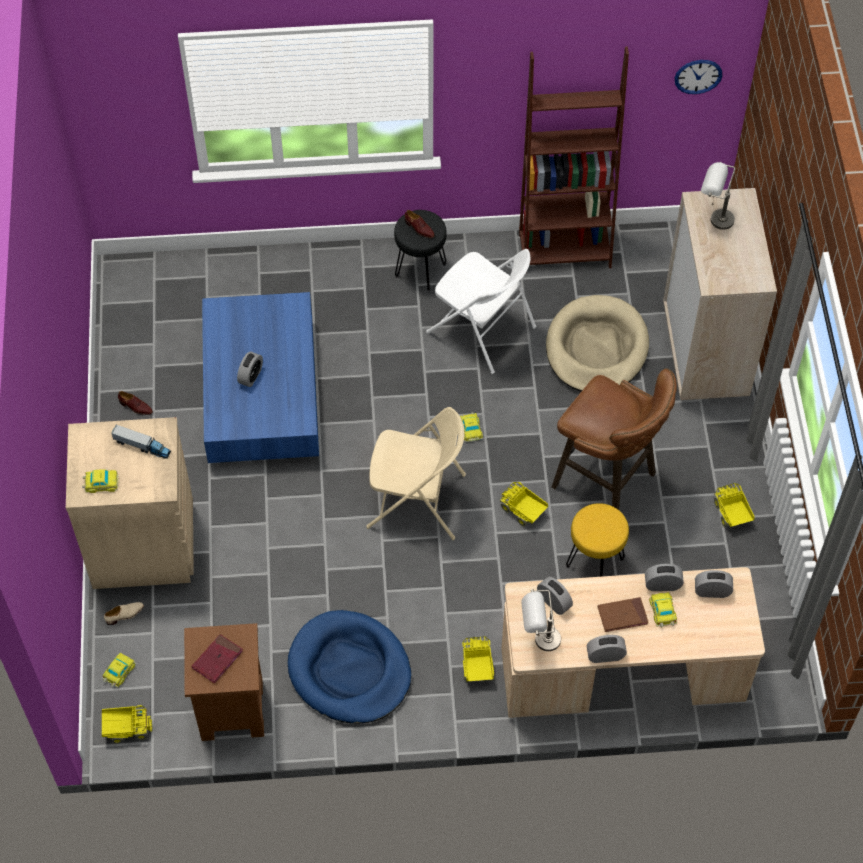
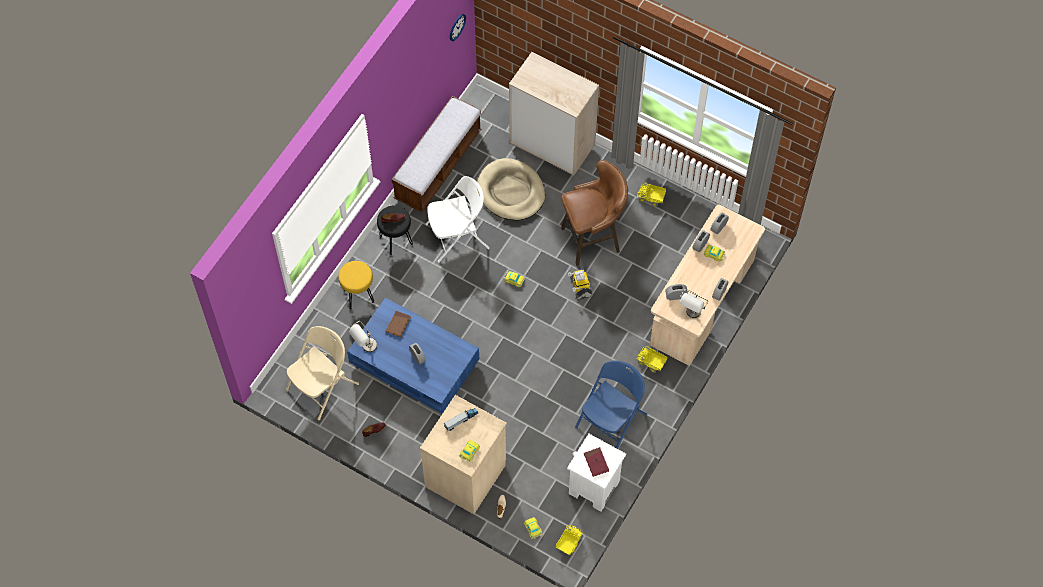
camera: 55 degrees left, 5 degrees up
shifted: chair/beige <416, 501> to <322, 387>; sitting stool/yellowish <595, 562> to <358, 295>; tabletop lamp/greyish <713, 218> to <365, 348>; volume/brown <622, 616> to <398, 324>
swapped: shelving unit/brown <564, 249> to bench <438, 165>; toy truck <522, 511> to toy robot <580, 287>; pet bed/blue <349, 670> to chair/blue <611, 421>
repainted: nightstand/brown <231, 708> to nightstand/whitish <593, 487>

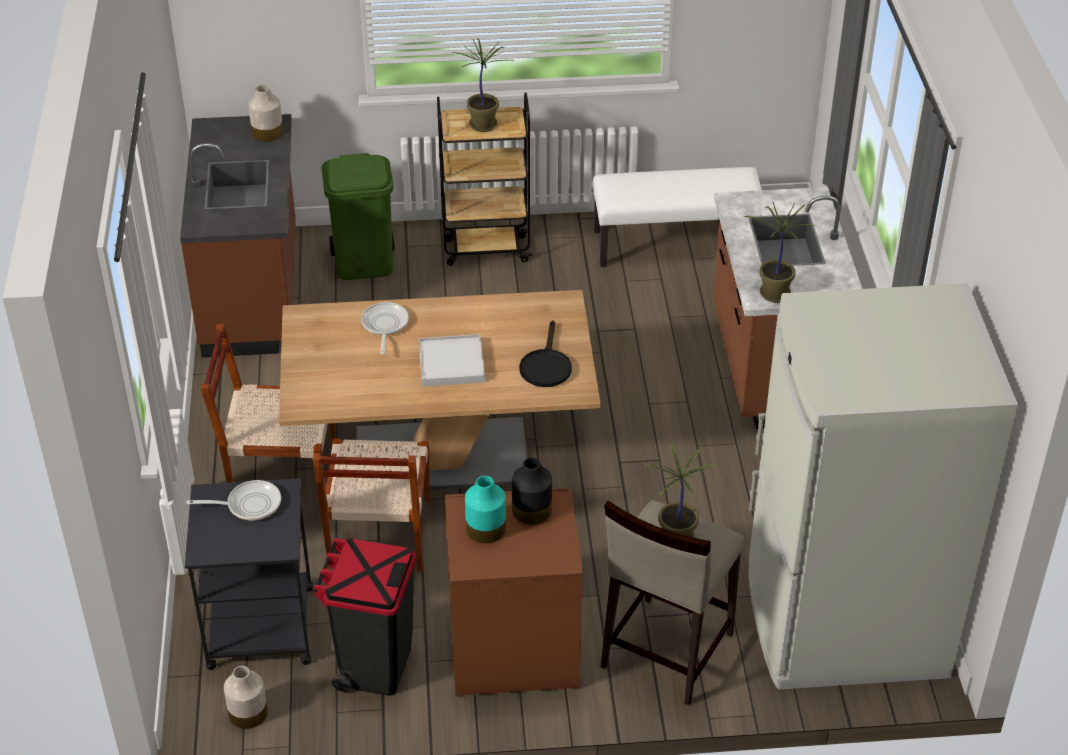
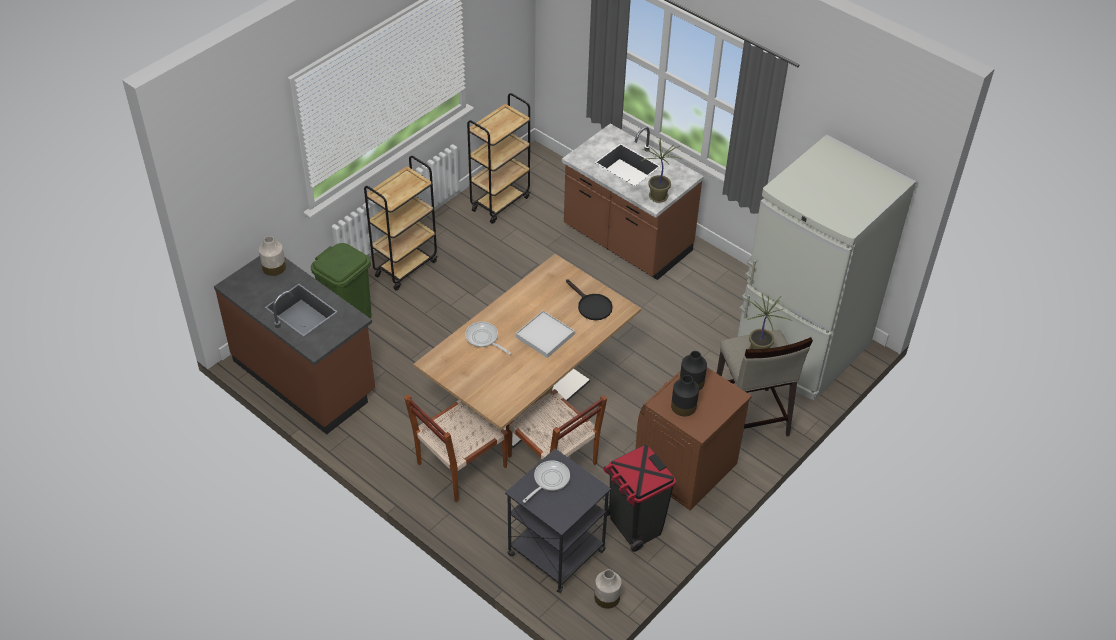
camera: 45 degrees left, 5 degrees up
gone: houseplant <483, 124>
swapped: bench/whitish <676, 244> to trolley/brown <500, 203>
repainted: flower vase/turquoise <485, 528> to flower vase/black <683, 406>

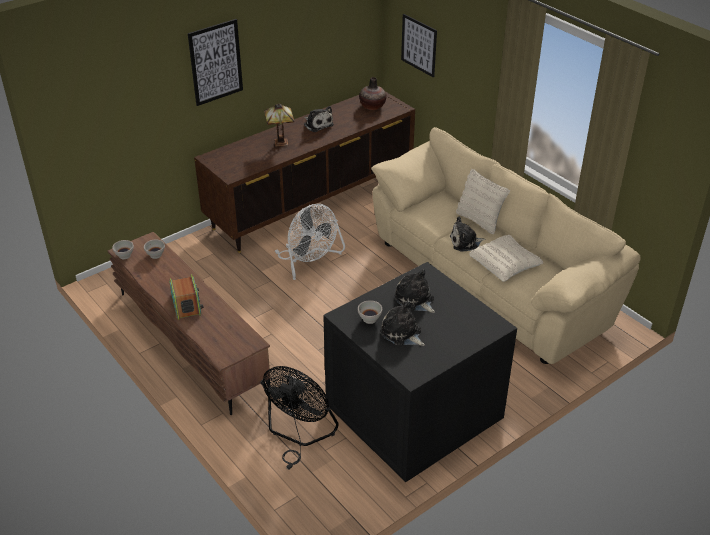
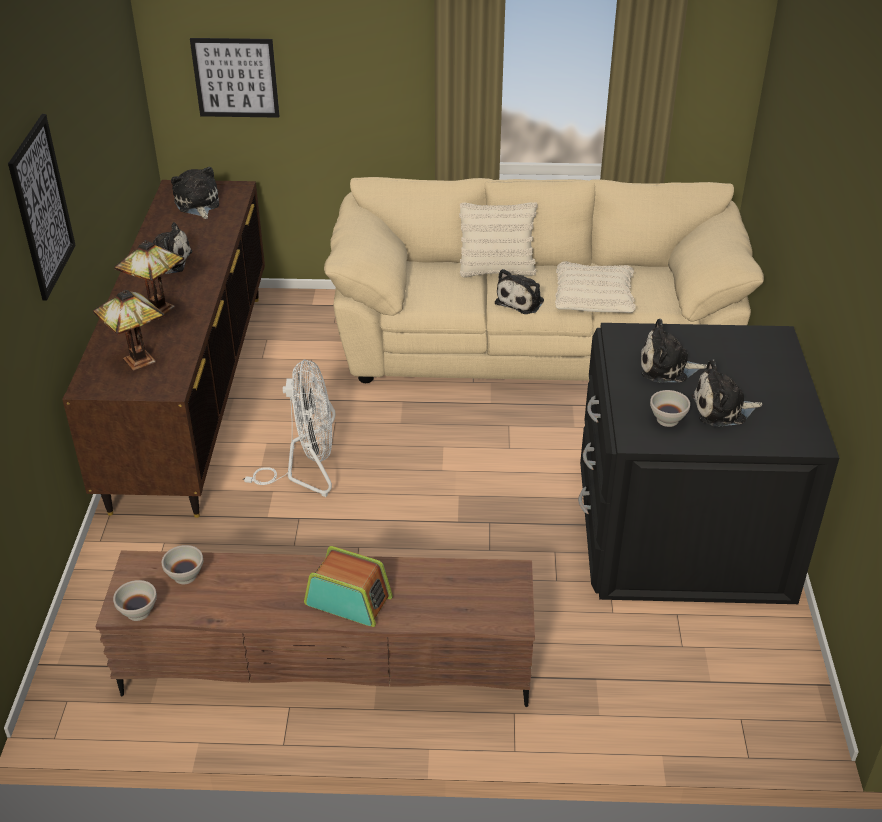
camera: 50 degrees left, 0 degrees up
gone: fan/black <295, 433>
new: tabletop lamp <137, 362>
swapped: flower vase <372, 106> to soft toy <197, 204>

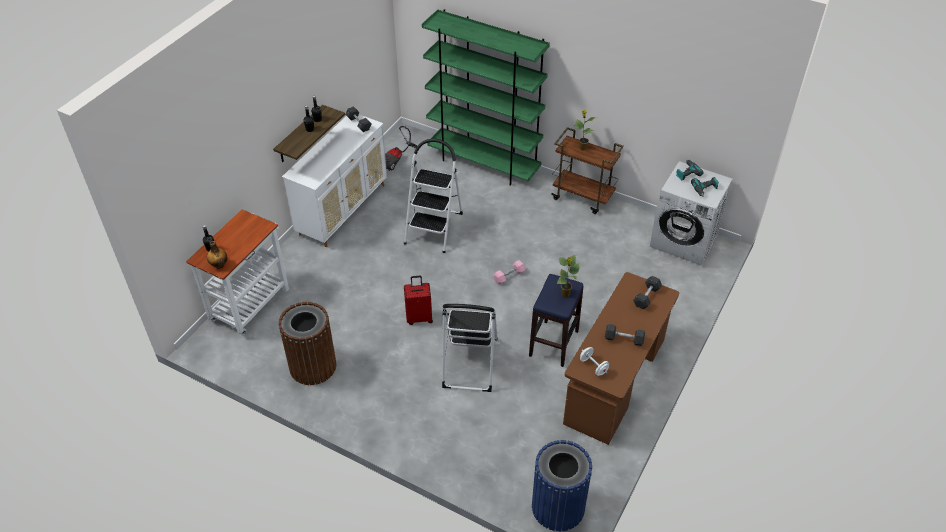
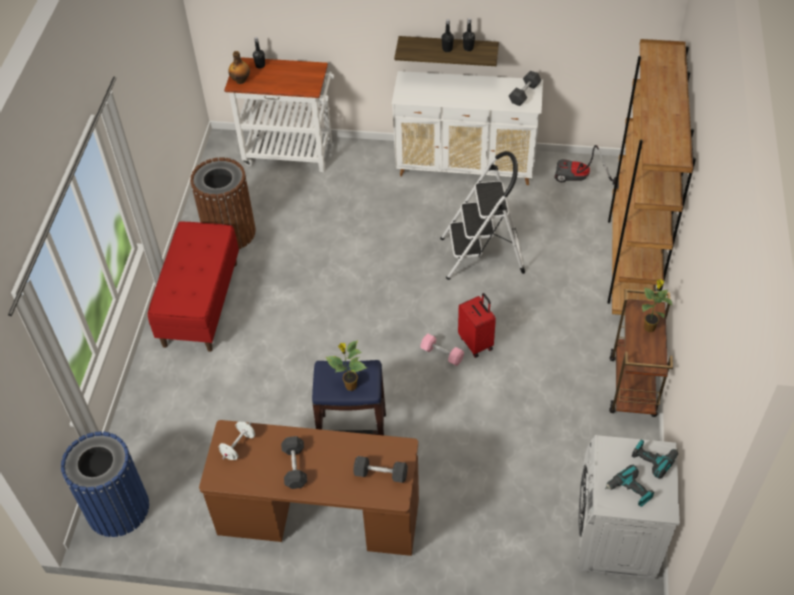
camera: 70 degrees right, 5 degrees up
gone: step stool <469, 364>
new: bench/reddish <200, 303>
shifted: travel case/reddish <419, 317> to <476, 343>
repainted: shelving unit/green-coloured <484, 164> to shelving unit/brown <630, 263>

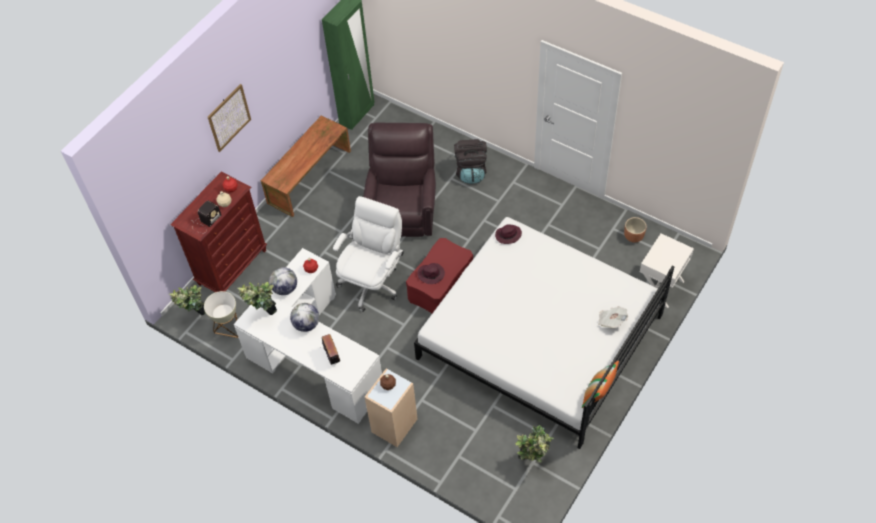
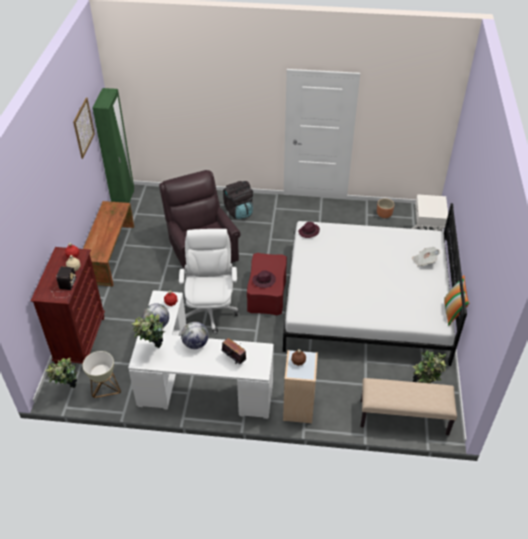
camera: 30 degrees left, 10 degrees down
new: bench/beige <403, 417>
shifted: wall art <229, 117> to <83, 127>

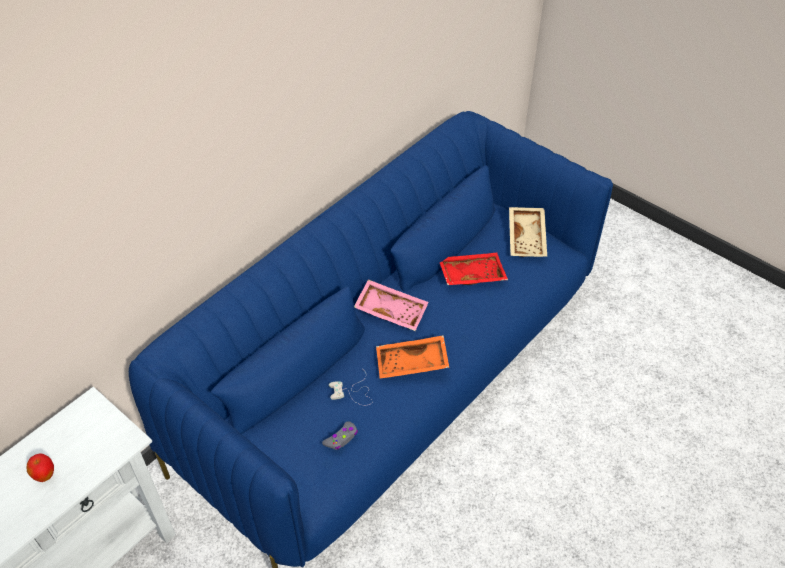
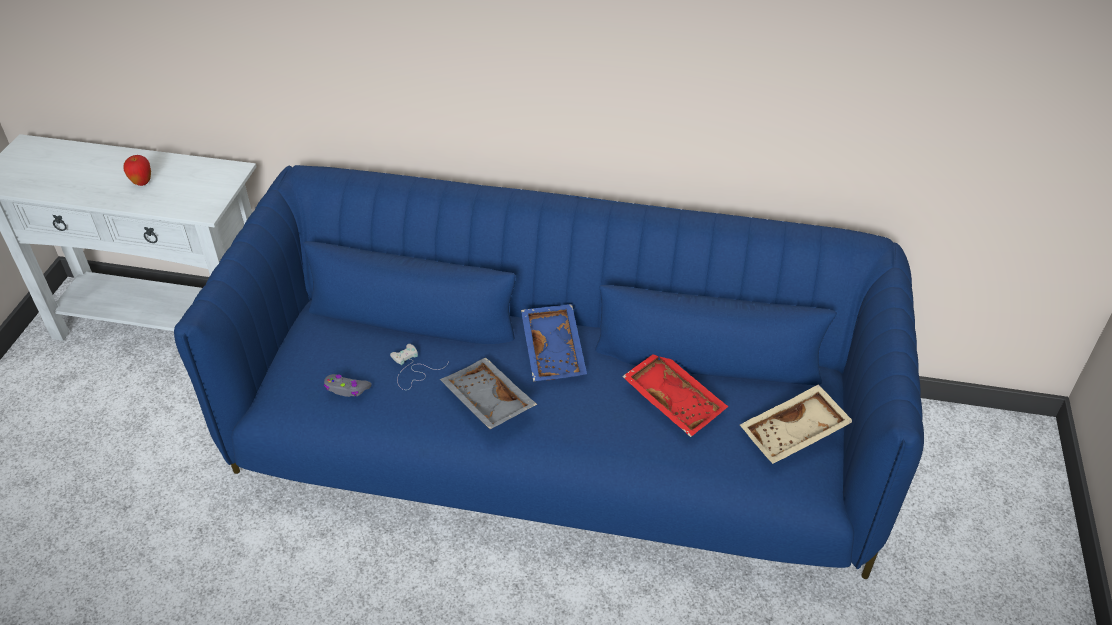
camera: 60 degrees right, 5 degrees down
repainted: serving tray/orange-coloured <412, 364> to serving tray/greyish <486, 402>; serving tray/pink-coloured <391, 310> to serving tray/blue <555, 351>

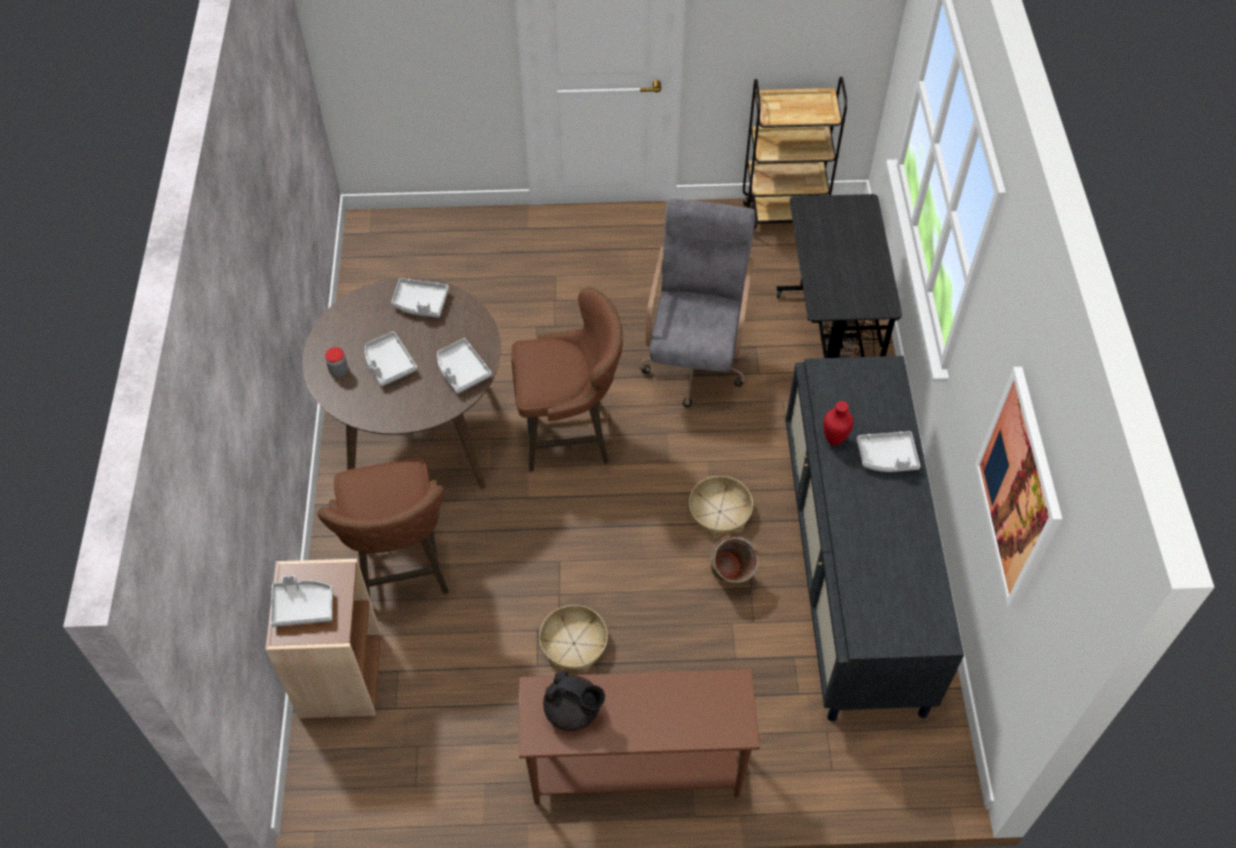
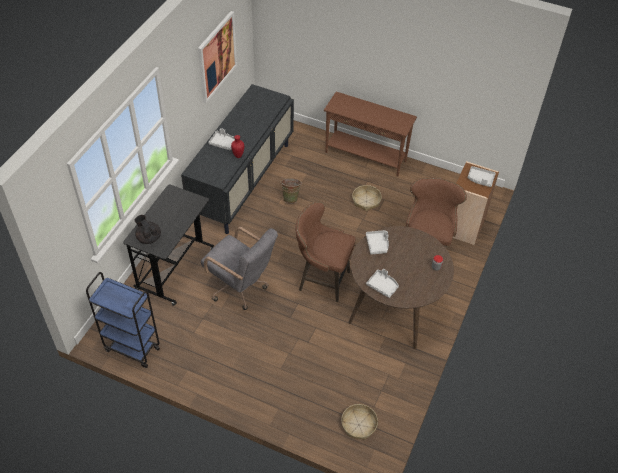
camera: 155 degrees left, 5 degrees down
gone: serving tray/greyish <389, 364>
shifted: tea pot/black <573, 711> to <148, 237>; household basket <719, 511> to <359, 425>
repainted: trolley/brown <783, 215> to trolley/blue <131, 350>
rotated: desk chair/greyish <694, 361> = <241, 289> 90 degrees counterclockwise

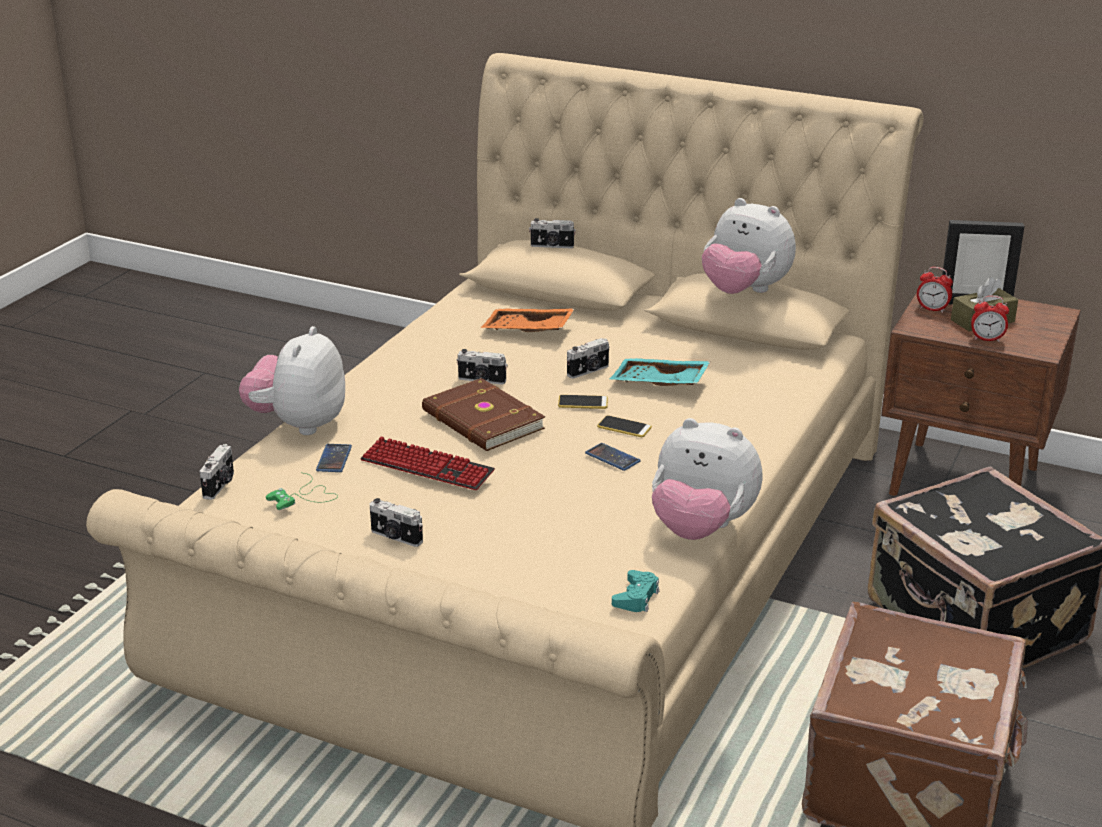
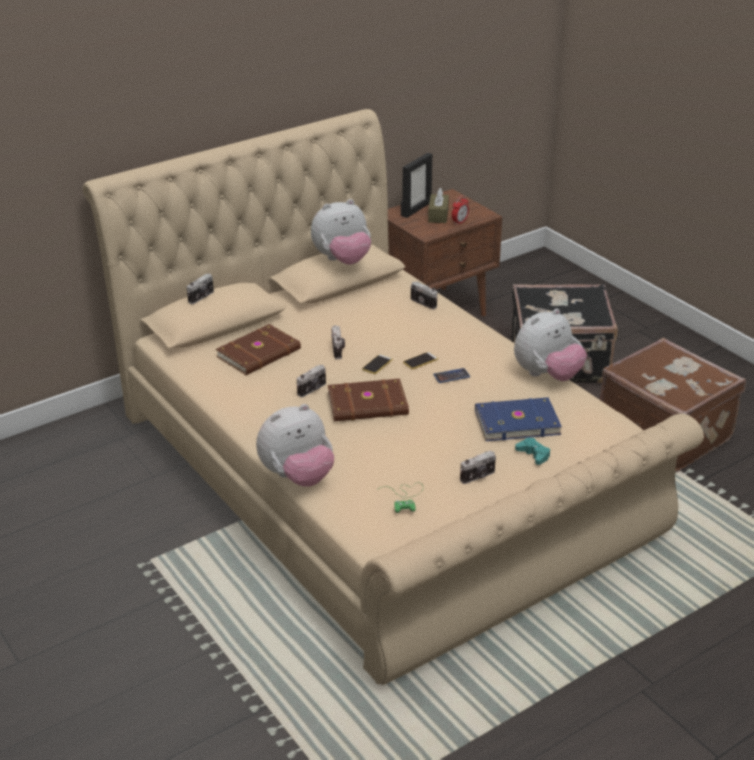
camera: 60 degrees left, 5 degrees up
gone: handset <334, 459>; computer keyboard <427, 467>; serving tray/turquoise <659, 383>; bedside clock <932, 309>
new: volume/blue <516, 421>
shifted: photo camera <220, 485> to <424, 302>; joypad/turquoise <636, 597> to <533, 454>
swapped: serving tray/orange-coloured <527, 331> to volume/brown <260, 353>
rotated: soft toy <298, 424> = <297, 477> 75 degrees counterclockwise

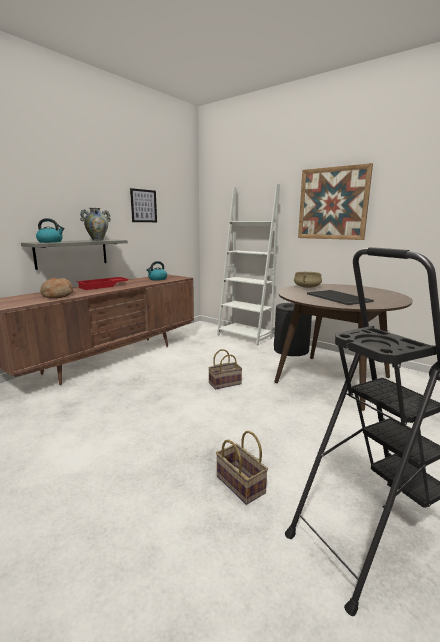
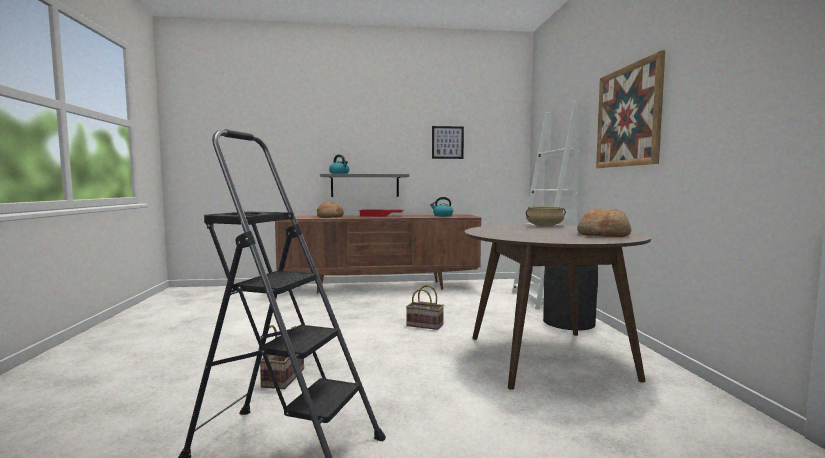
camera: 45 degrees right, 10 degrees down
gone: flower vase <97, 240>; serving tray <339, 297>
new: bakery bread <604, 235>

